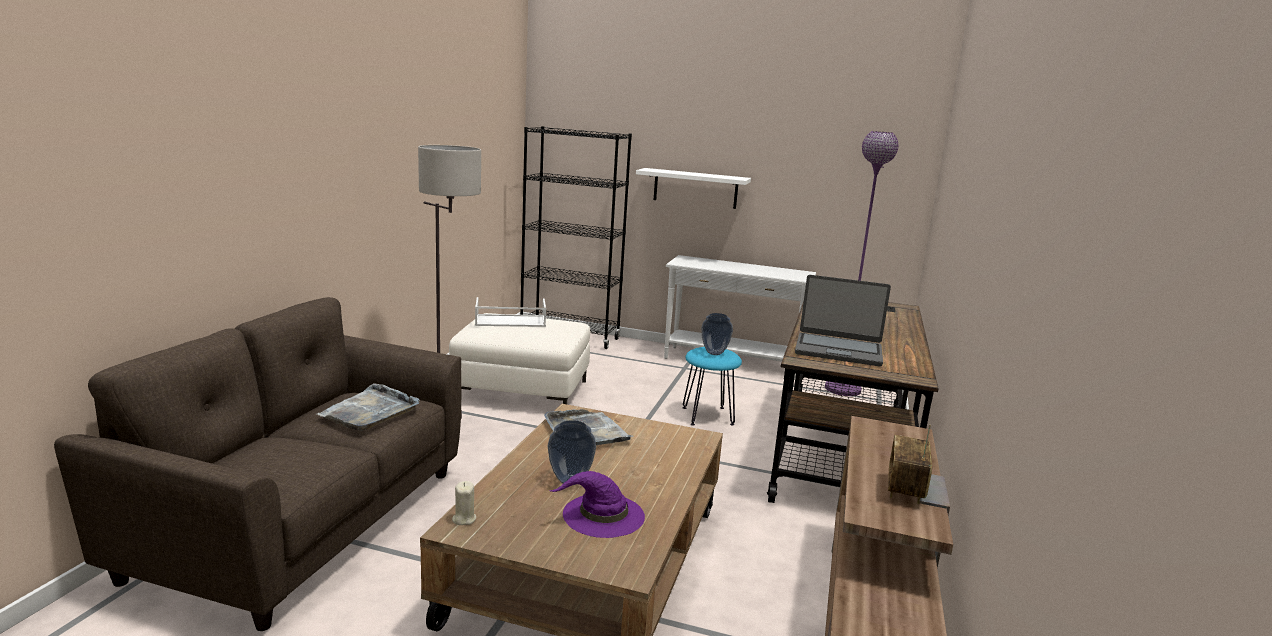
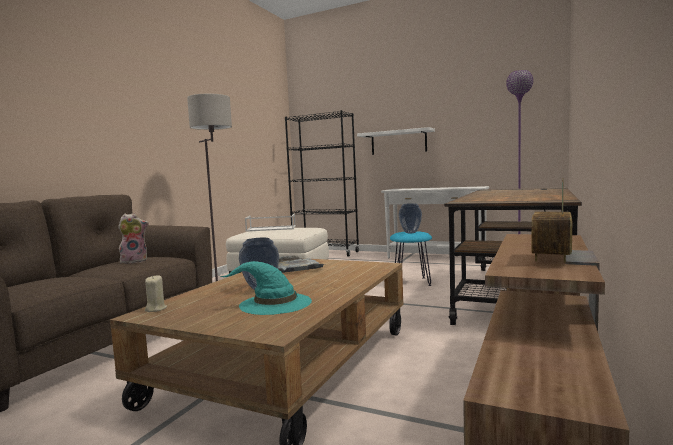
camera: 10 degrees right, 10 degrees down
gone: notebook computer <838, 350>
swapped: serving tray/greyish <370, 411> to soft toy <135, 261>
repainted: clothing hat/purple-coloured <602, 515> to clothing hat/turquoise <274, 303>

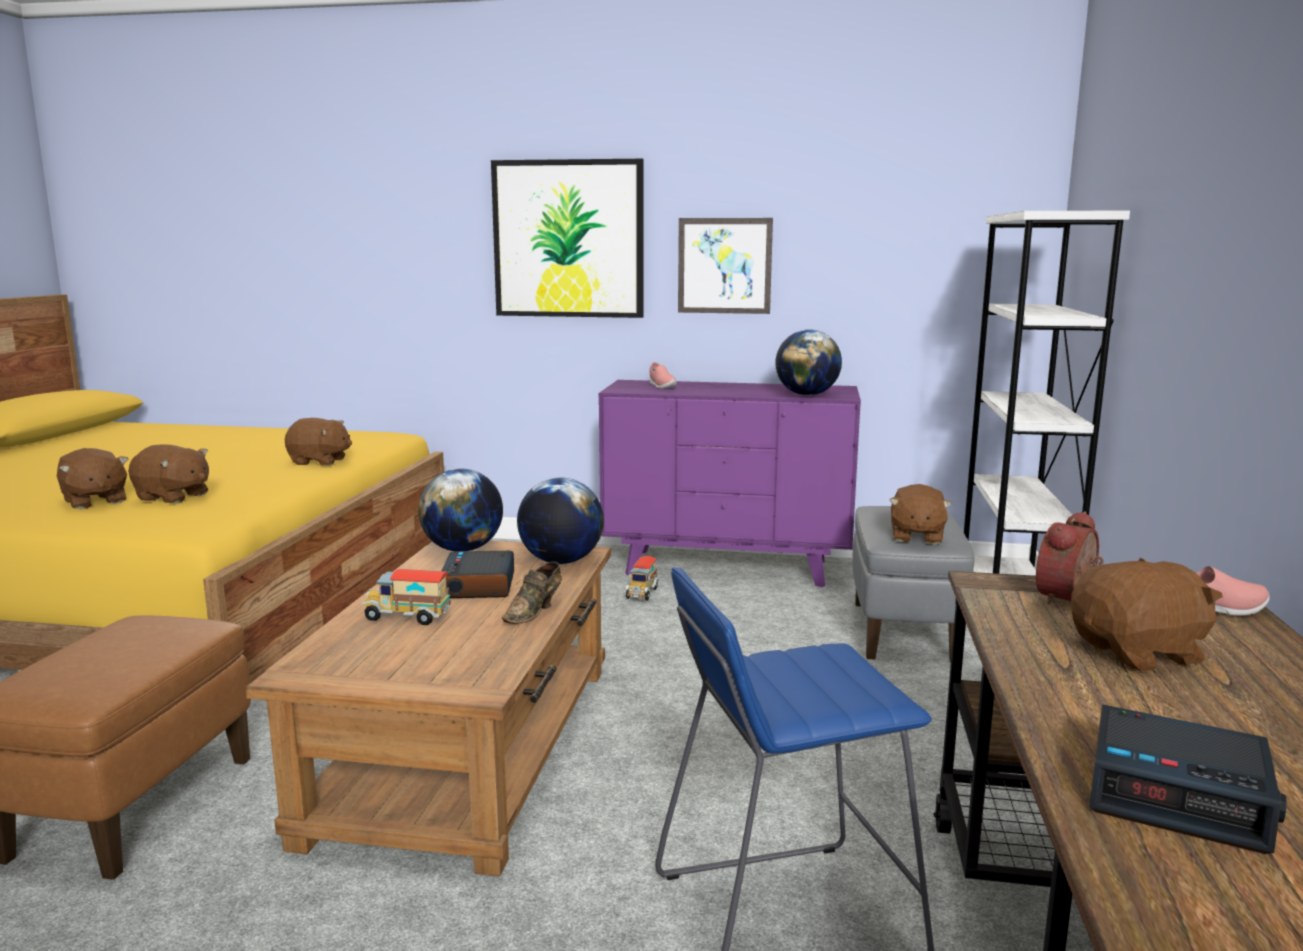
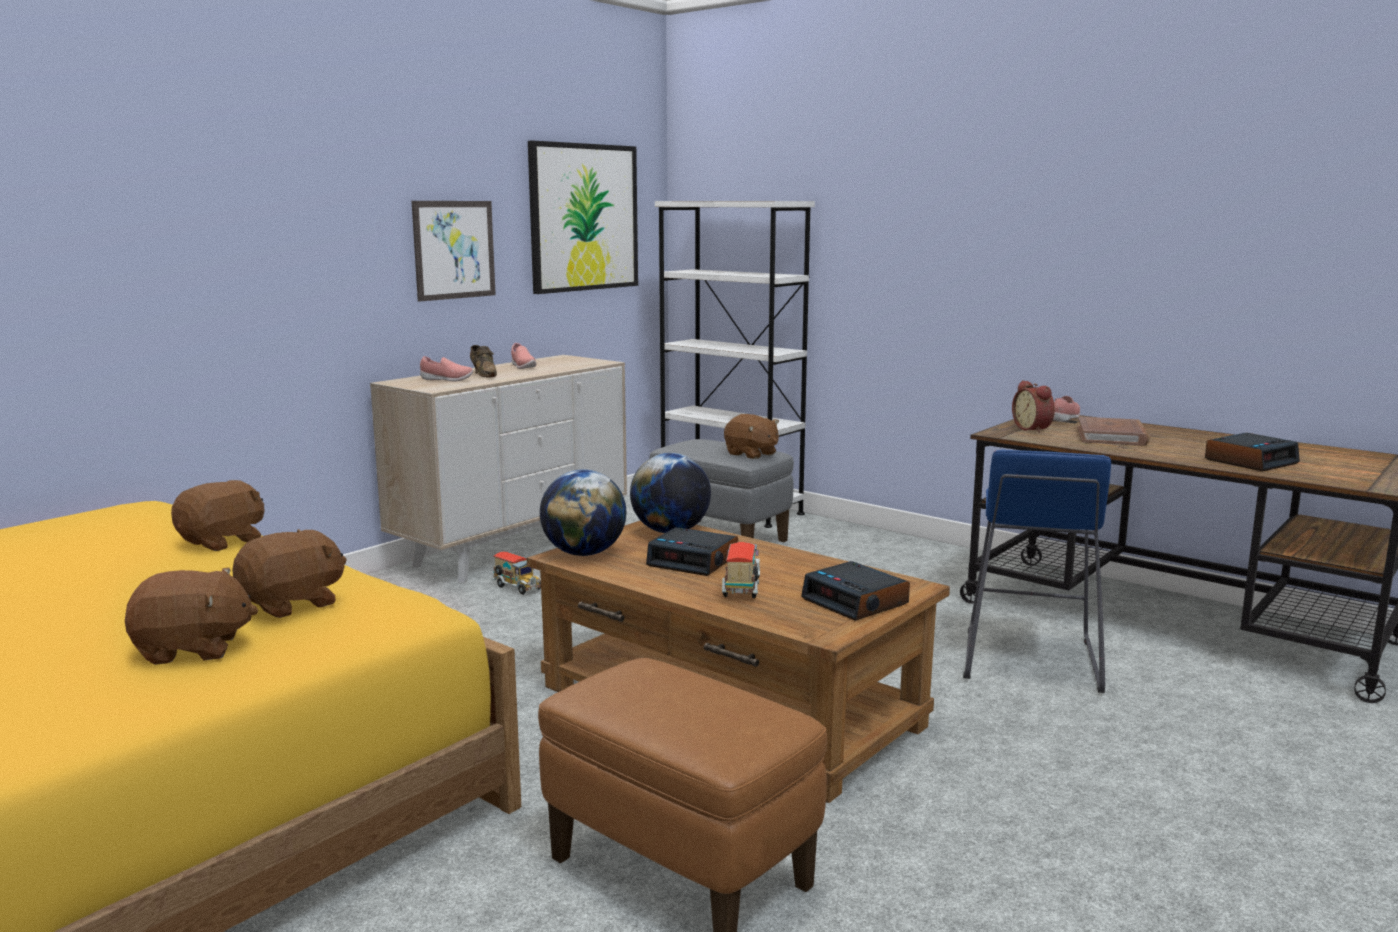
camera: 60 degrees left, 0 degrees up
gone: desk globe <807, 395>
new: item of footwear/pink-coloured <522, 367>; bedside clock <856, 602>
shifted: item of footwear/brown <534, 612> to <484, 374>; wall art <568, 239> to <583, 217>
swapped: soft toy/brown <1139, 653> to volume/brown <1111, 436>
repainted: chest of drawers/purple-coloured <726, 567> to chest of drawers/whitish <513, 550>
rotated: toy truck <407, 618> = <742, 589> 150 degrees clockwise

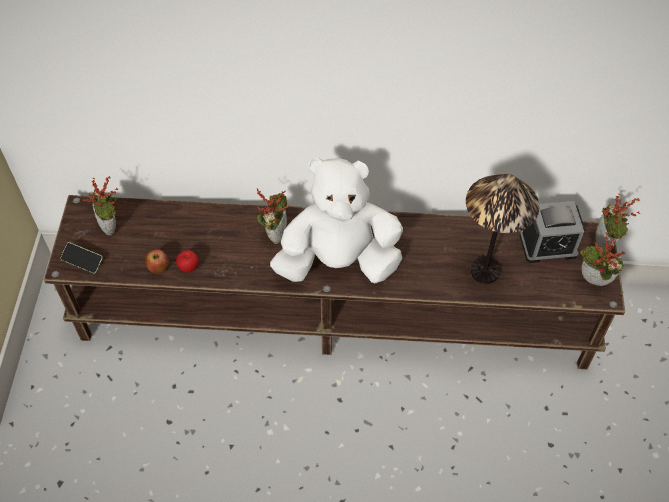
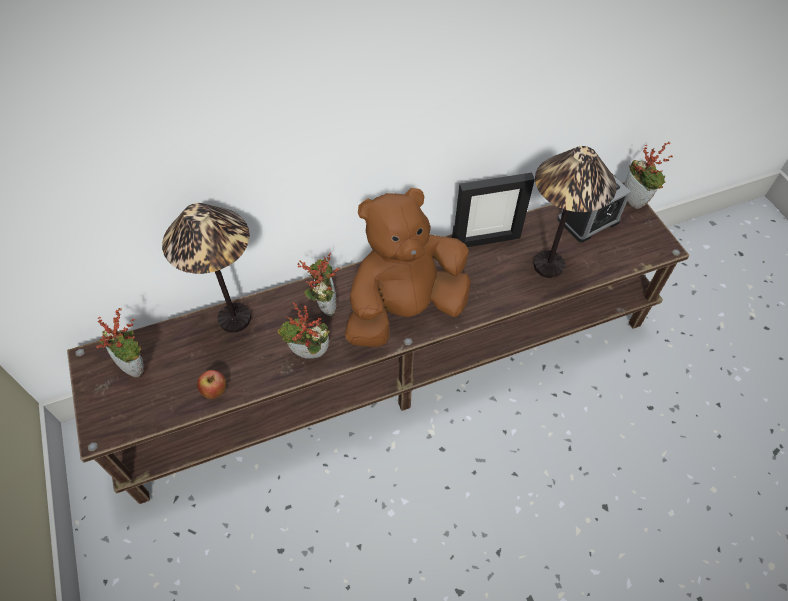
camera: 25 degrees left, 0 degrees up
gone: handset <82, 261>; whole apple <189, 268>
new: tabletop lamp <235, 320>; photo frame <485, 239>
shifted: houseplant <592, 282> to <308, 357>
repainted: soft toy/whitish <339, 262> to soft toy/brown <405, 309>

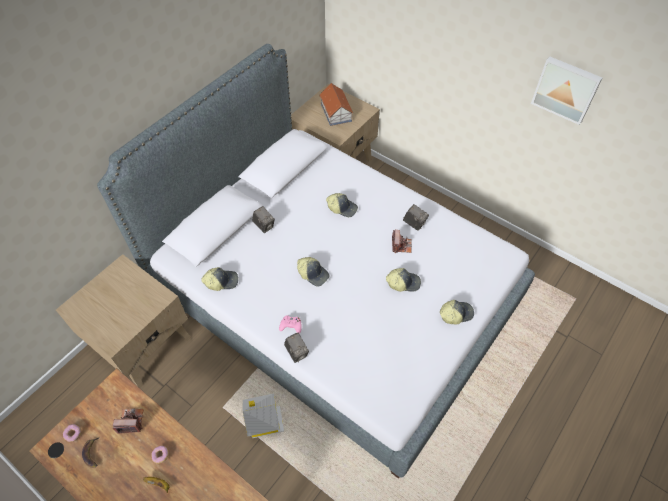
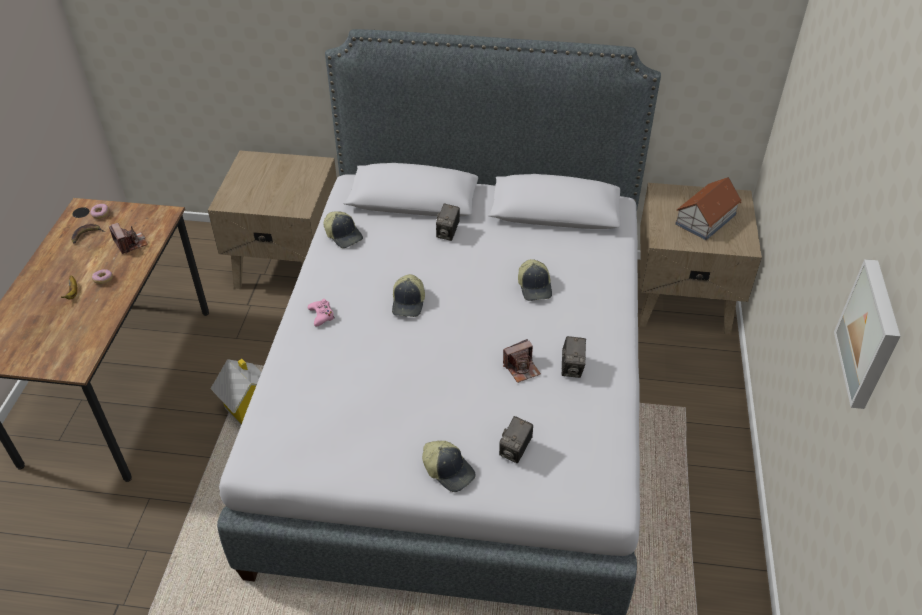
camera: 60 degrees right, 10 degrees down
gone: baseball cap <403, 282>
shifted: photo camera <297, 352> to <515, 450>

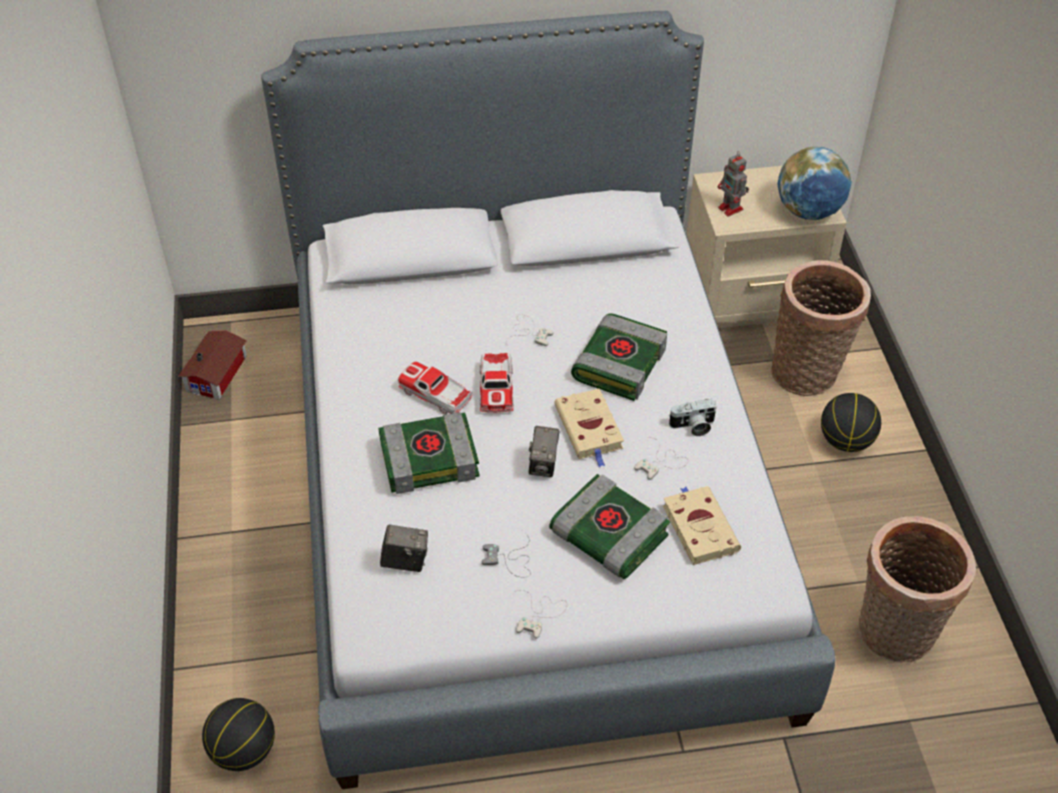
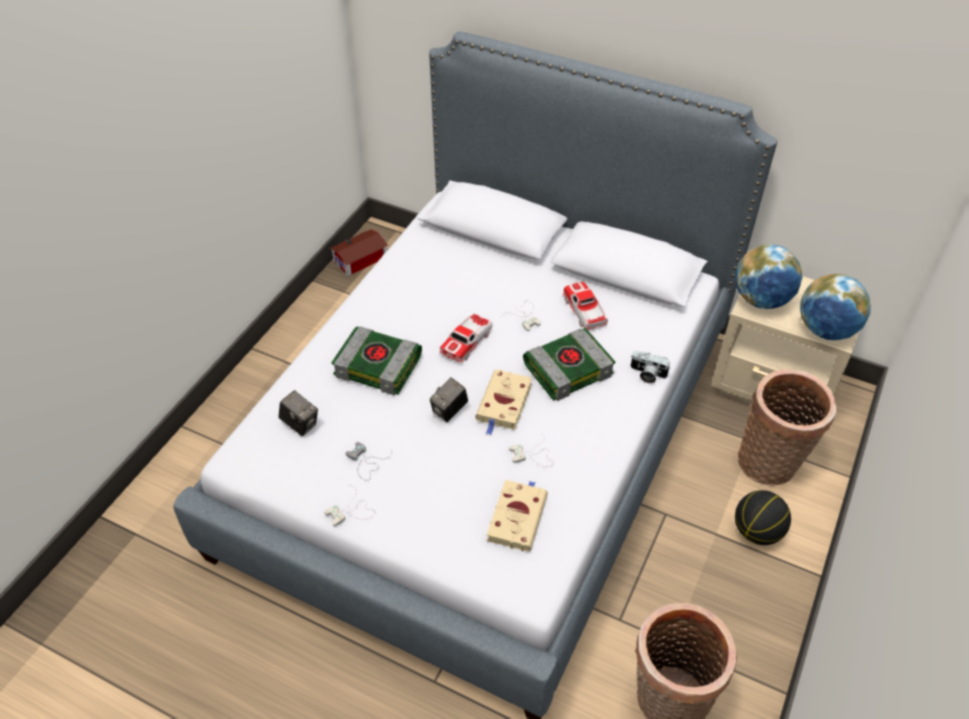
camera: 35 degrees right, 0 degrees up
gone: ball for basketball <243, 751>; volume <607, 535>
shifted: toy car <435, 394> to <584, 311>; photo camera <693, 426> to <647, 374>
swapped: toy robot <731, 209> to desk globe <761, 300>

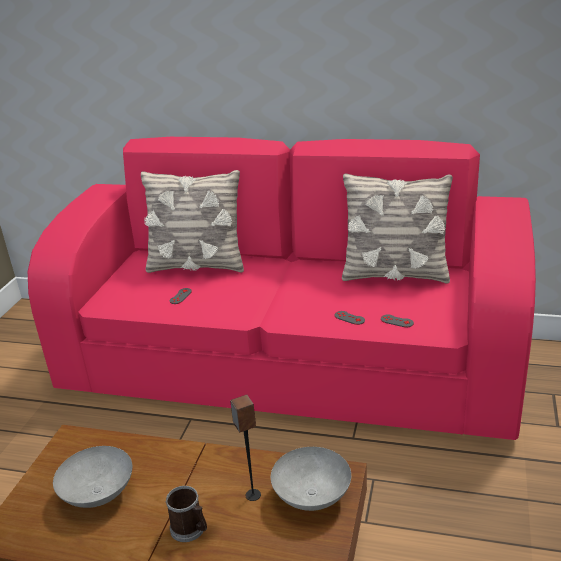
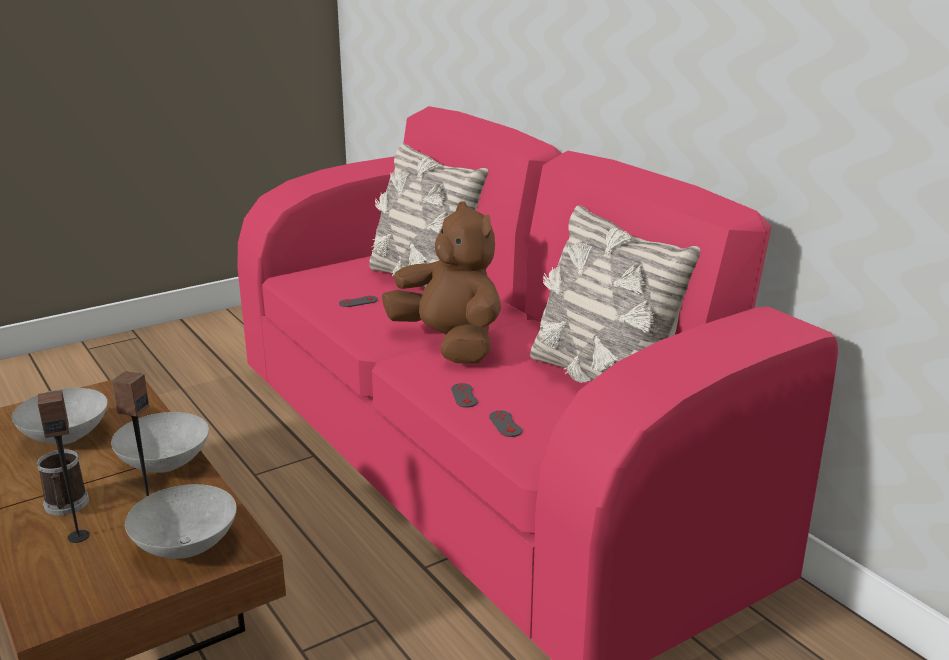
camera: 40 degrees right, 5 degrees down
new: speaker <78, 536>; bowl/greyish <163, 465>; soft toy/brown <449, 344>

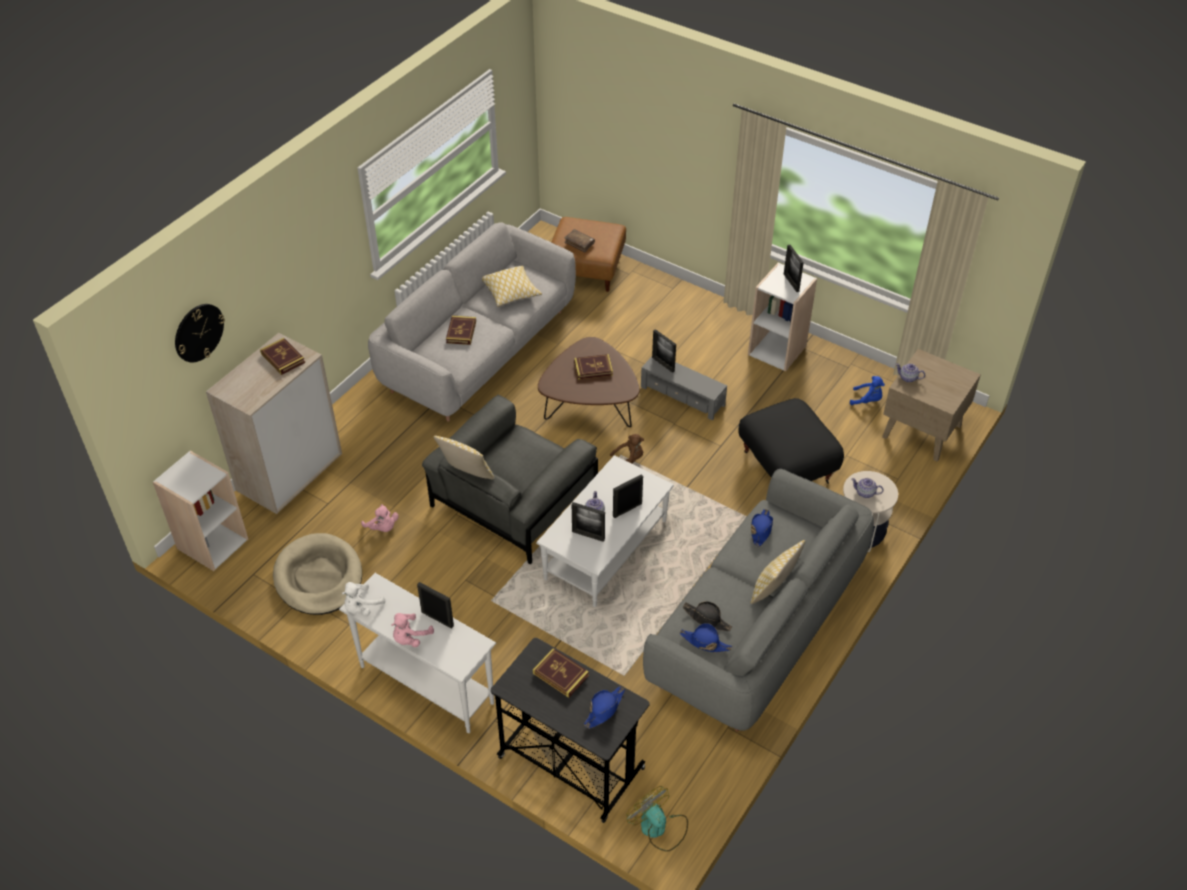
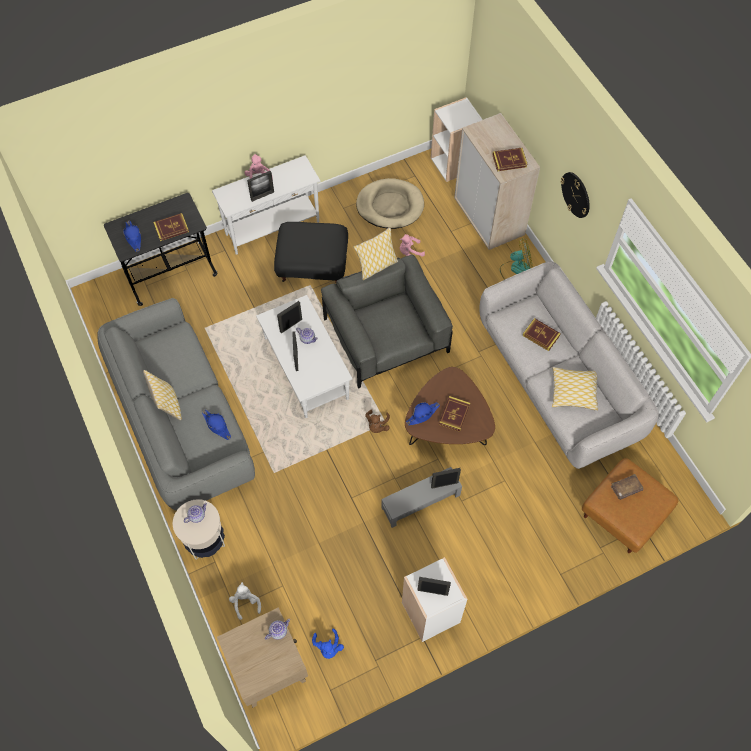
camera: 120 degrees right, 15 degrees up
gone: clothing hat/black <707, 619>
shifted: soft toy/whitish <362, 607> to <245, 602>; footrest/black <787, 467> to <312, 267>; clothing hat/blue <705, 642> to <422, 414>; fan <658, 828> to <516, 270>; hanging clock <198, 332> to <576, 194>
rotated: soft toy/blue <867, 400> = <328, 647> 60 degrees counterclockwise

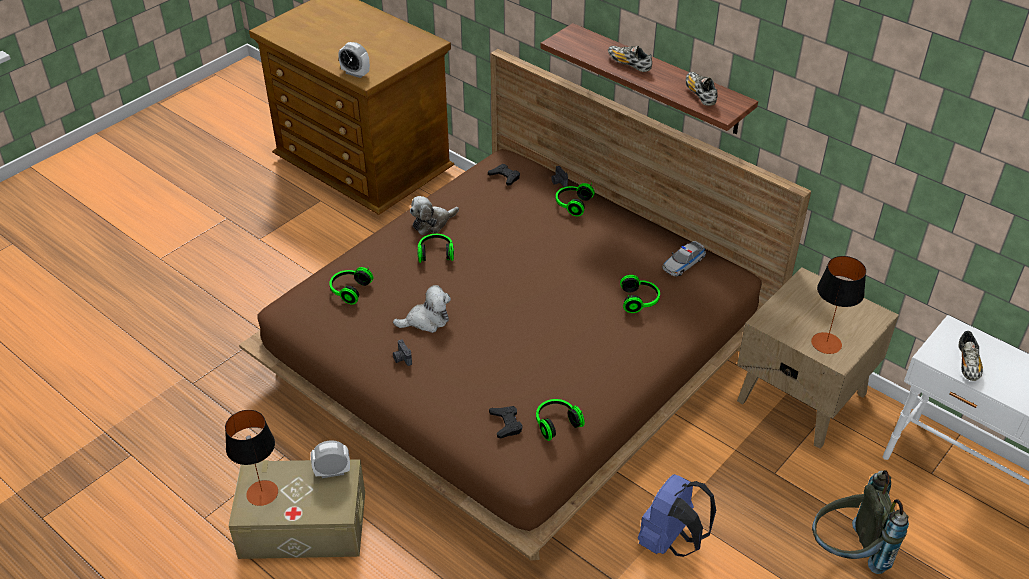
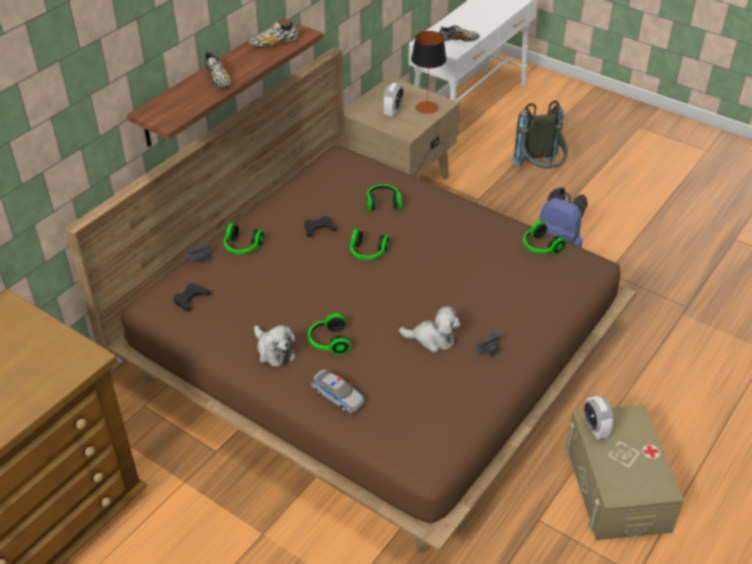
camera: 95 degrees left, 0 degrees up
gone: tabletop lamp <262, 493>
shifted: joypad/black <506, 424> to <319, 229>; toy car <683, 263> to <338, 396>; headset <349, 290> to <367, 253>; bedside clock <355, 73> to <392, 112>
rotated: item of footwear <628, 64> = <218, 79> 60 degrees counterclockwise; soft toy <426, 320> = <433, 338> 120 degrees clockwise

